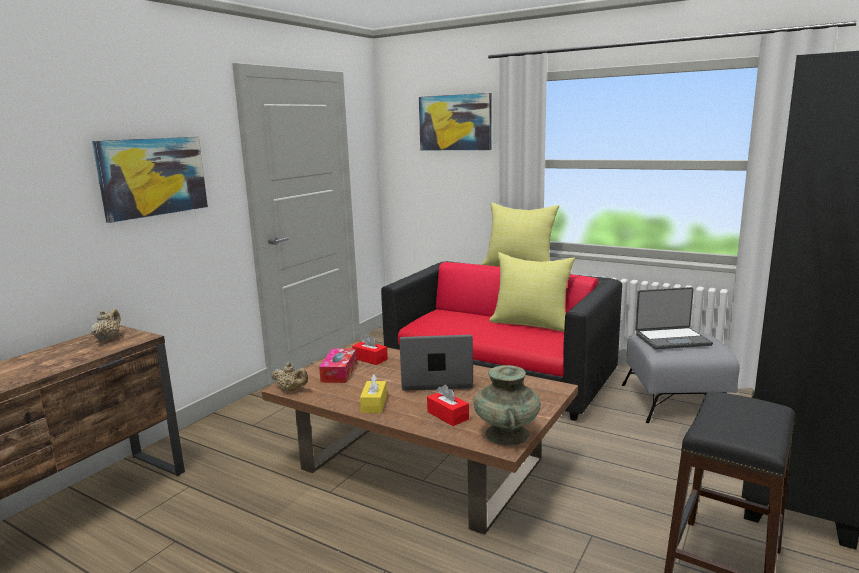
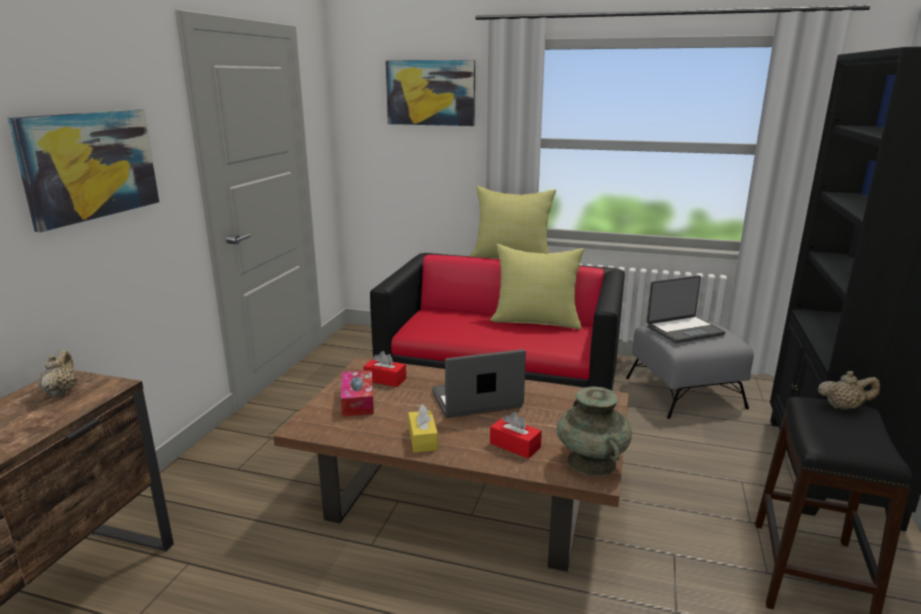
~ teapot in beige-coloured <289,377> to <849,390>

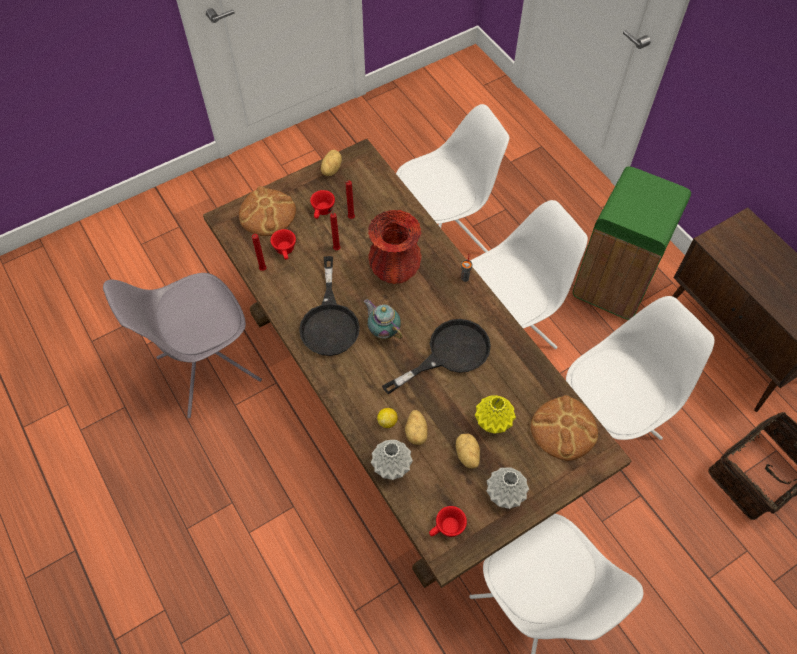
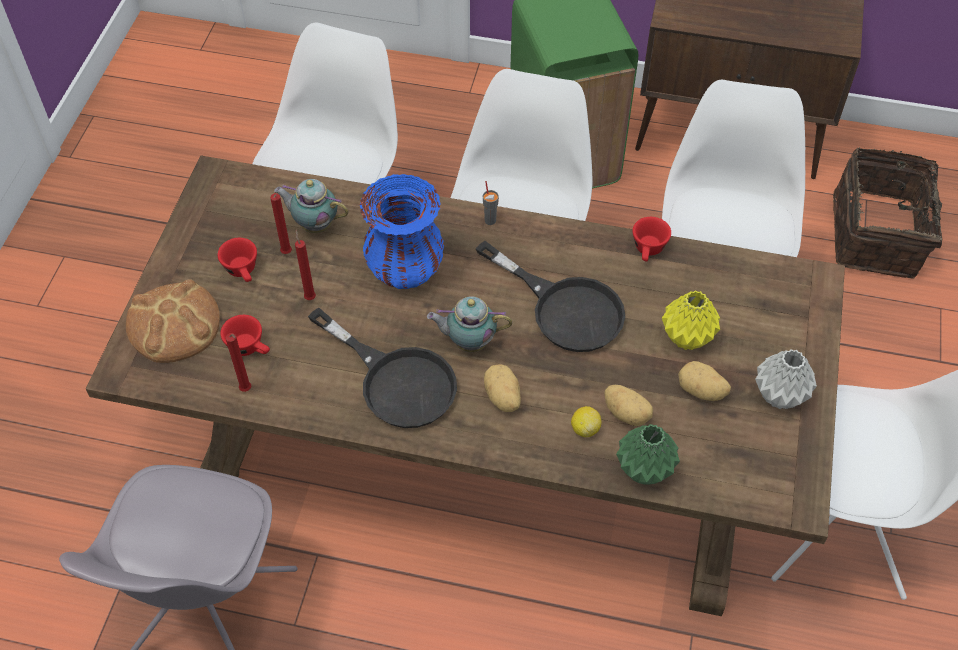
~ potato <331,163> to <502,388>
~ decorative vase in red <395,247> to decorative vase in bluish <402,231>
~ skillet in black <436,356> = <550,296> 120 degrees clockwise
- baked bread <564,428>
~ decorative vase in greyish <392,460> to decorative vase in green-coloured <648,454>
~ small cup in red <448,521> to <652,239>
+ teapot <311,206>

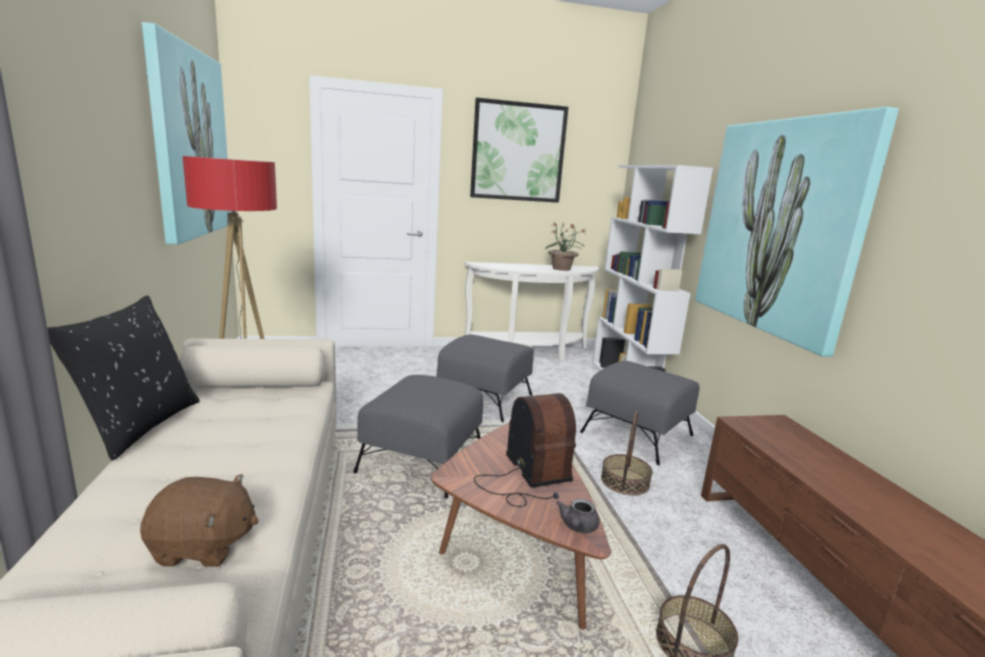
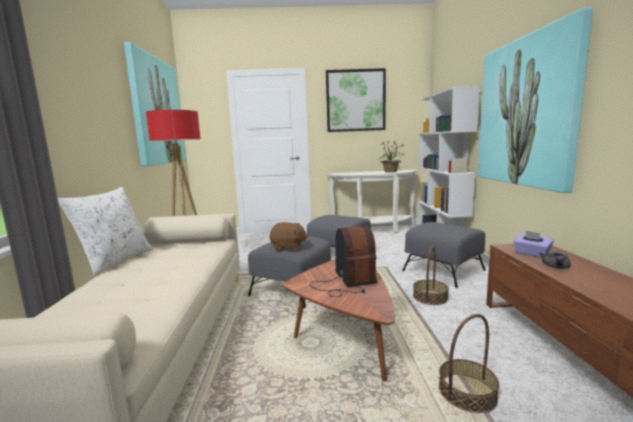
~ cushion in black <123,378> to cushion in white <105,231>
~ soft toy in brown <199,520> to <289,236>
~ teapot in greyish <577,516> to <555,260>
+ box of tissues in purple-coloured <533,244>

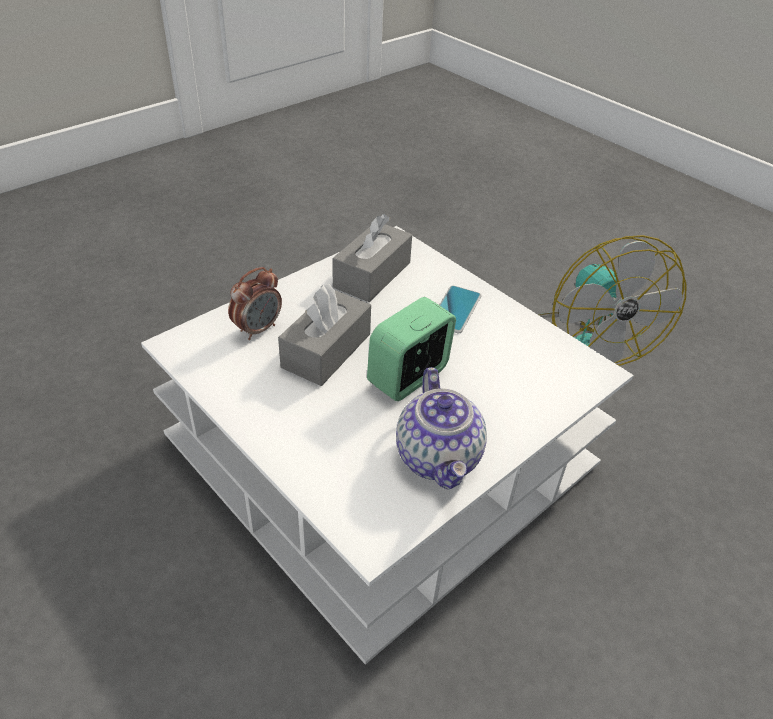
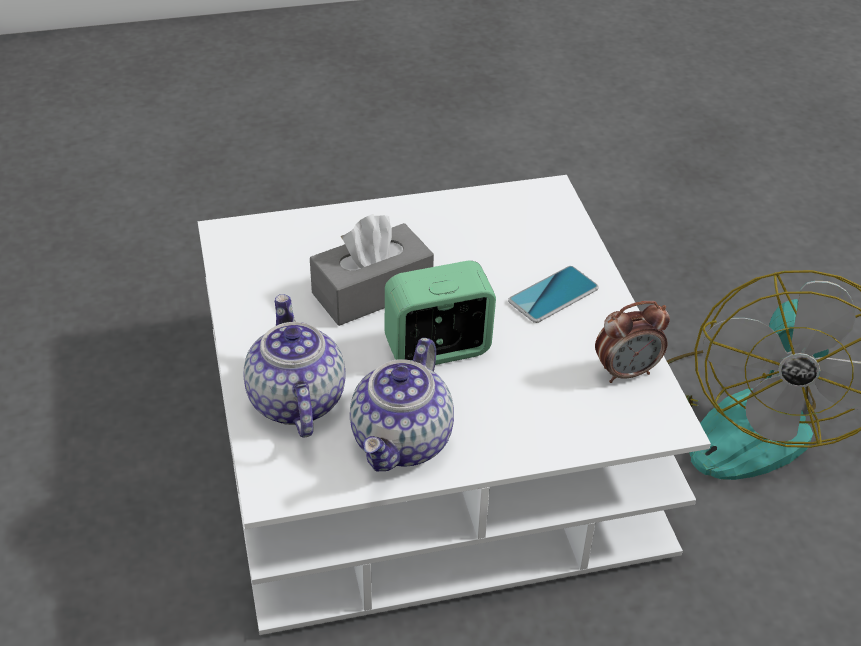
- box of tissues in greyish <372,258>
~ alarm clock <255,303> to <632,342>
+ teapot <295,366>

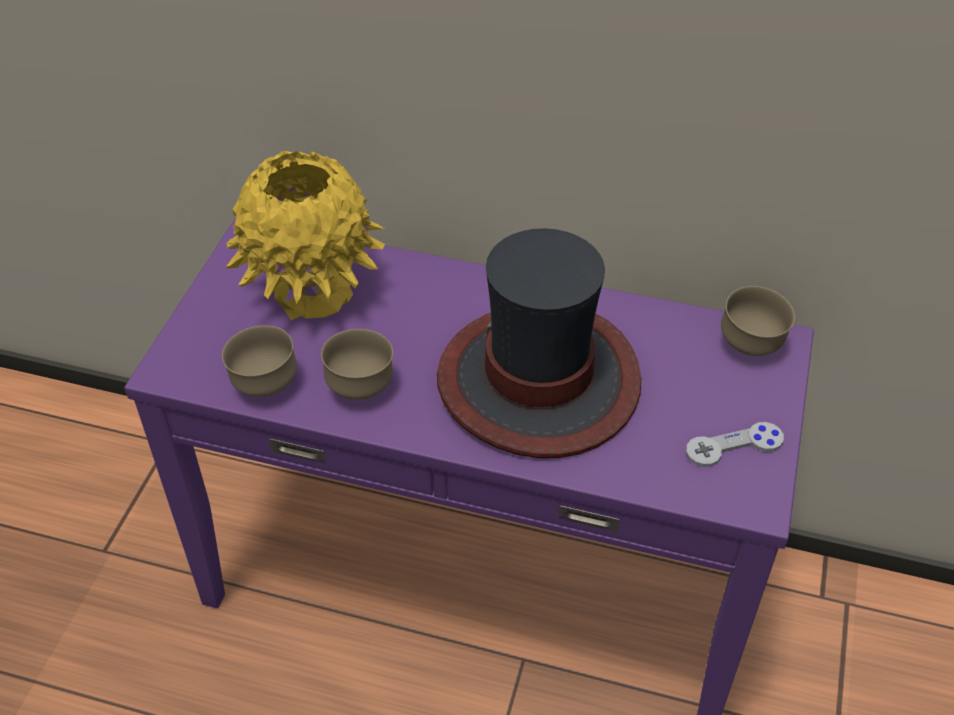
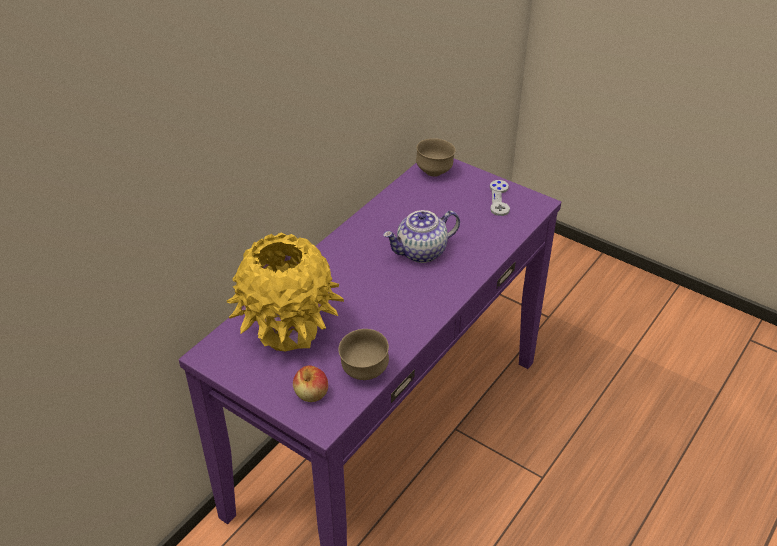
~ hat <539,343> to teapot <421,236>
- deep dish in brown <357,364>
+ whole apple <310,383>

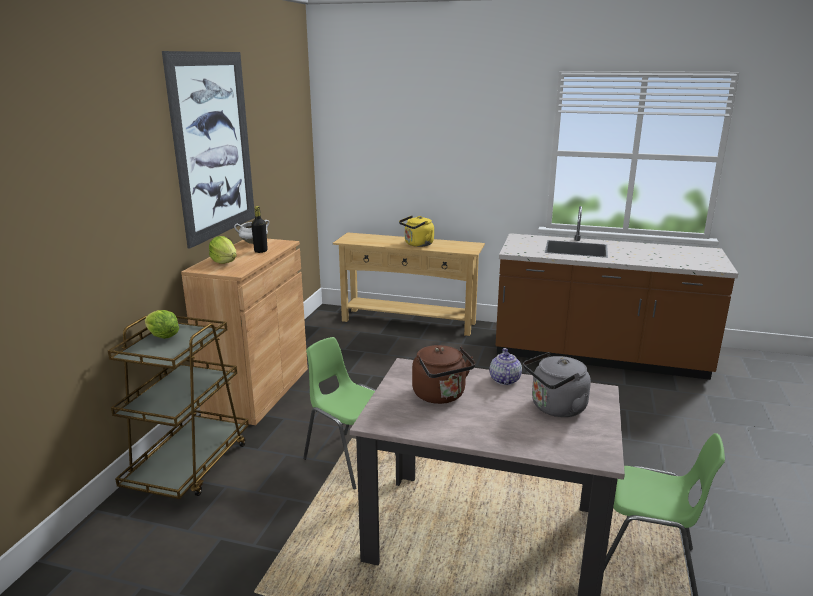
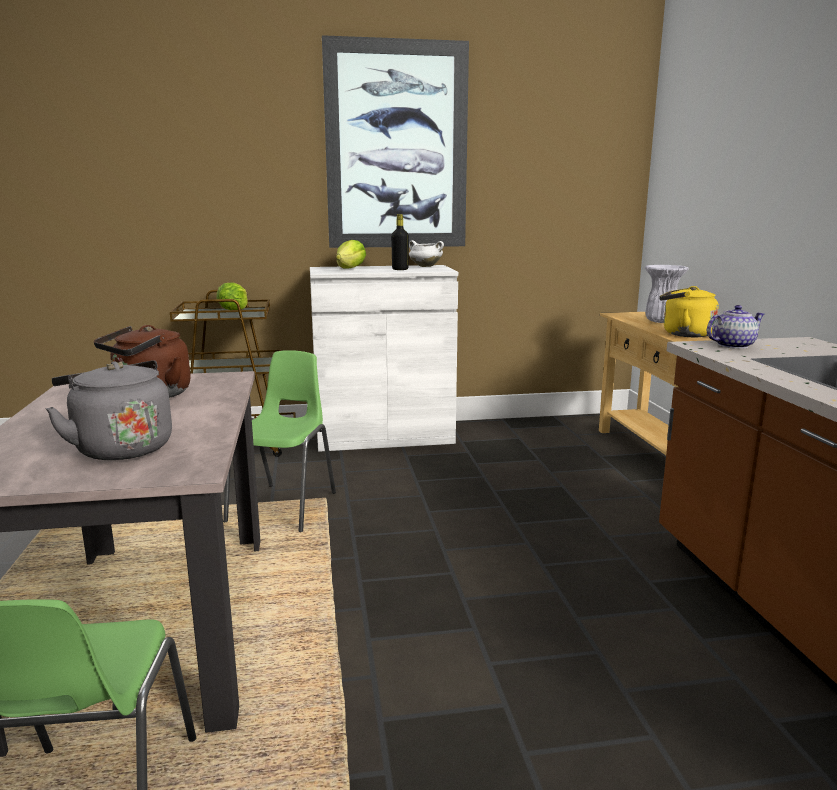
~ storage cabinet in brown <244,332> to storage cabinet in white <384,358>
~ teapot <506,366> to <735,327>
+ decorative vase in white <667,294>

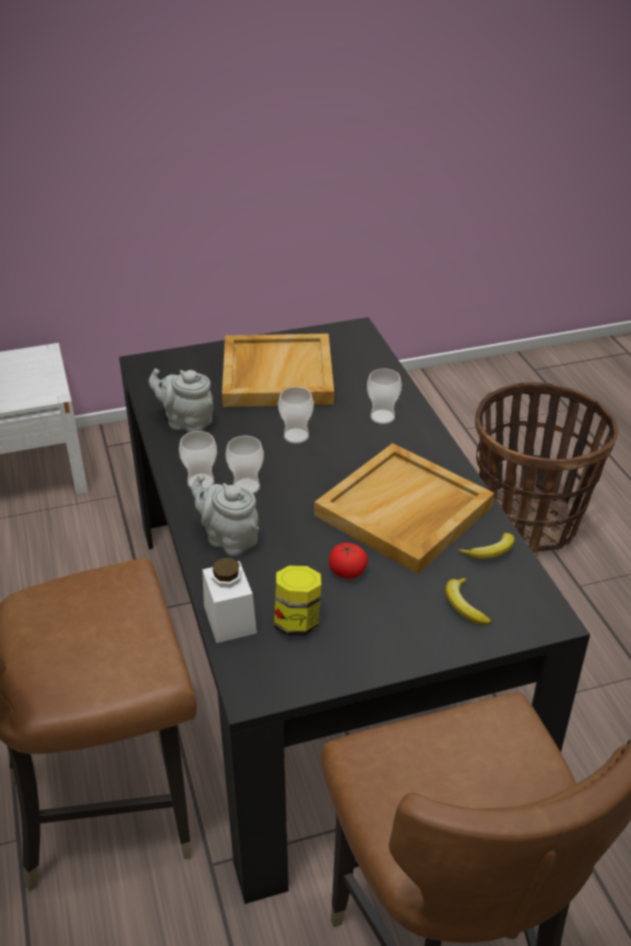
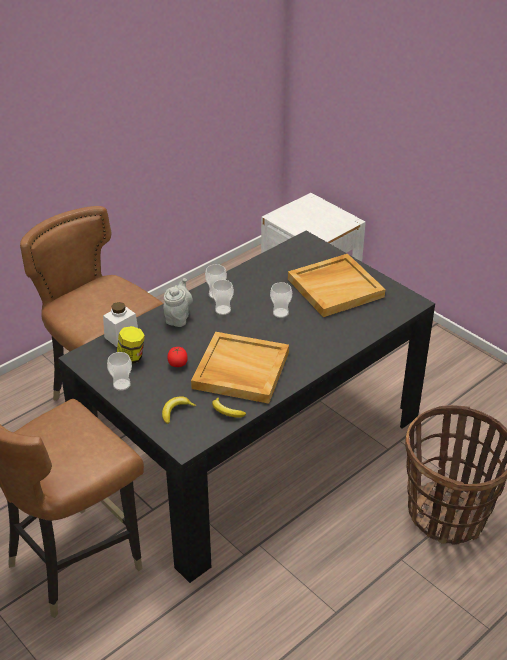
- teapot in greyish <181,401>
~ small cup <384,396> to <119,371>

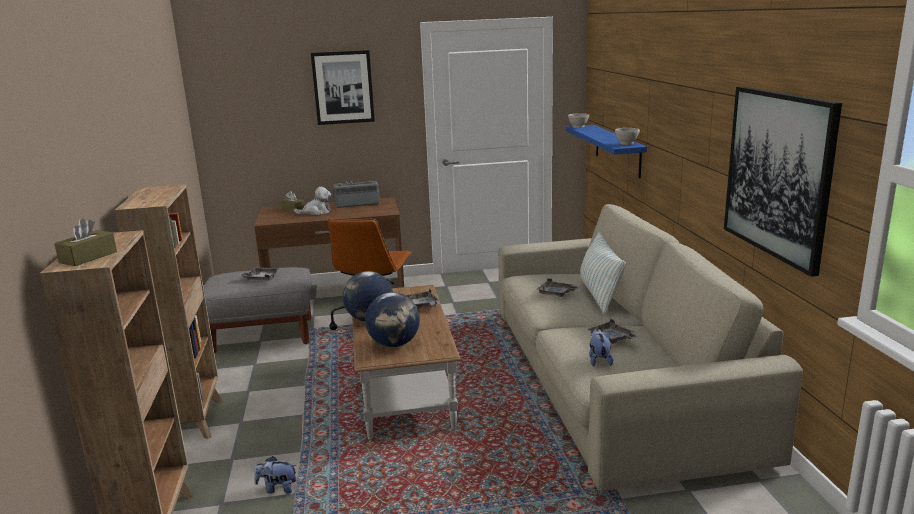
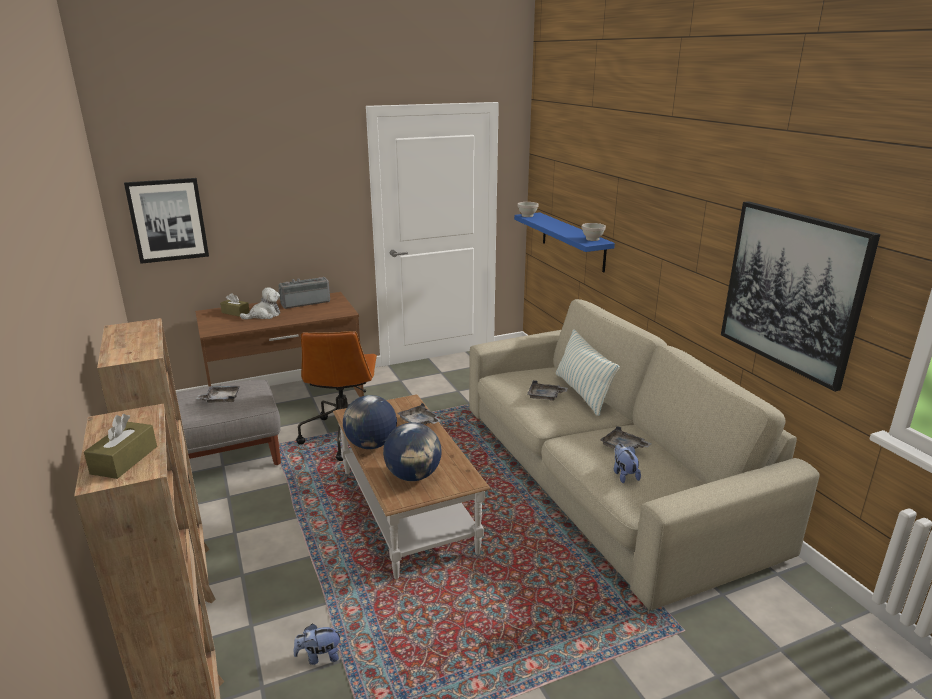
~ wall picture <343,87> to <166,221>

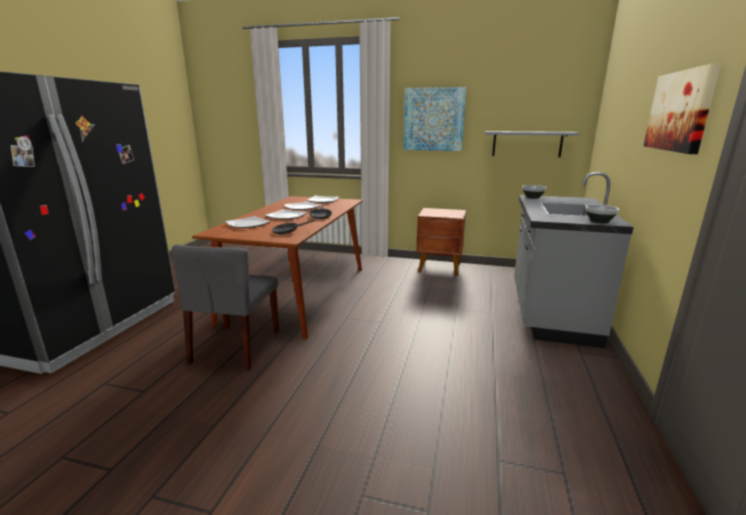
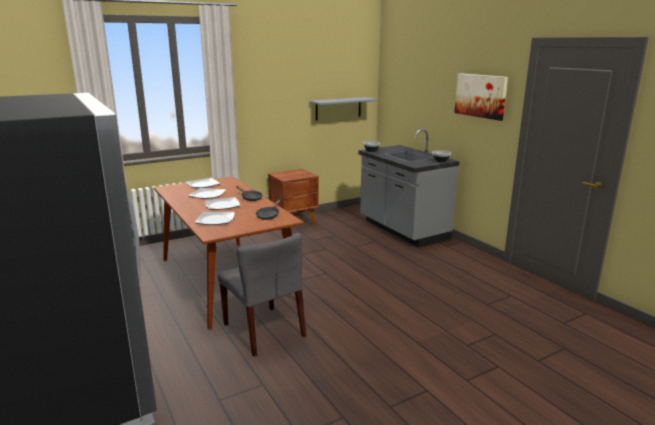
- wall picture <435,119>

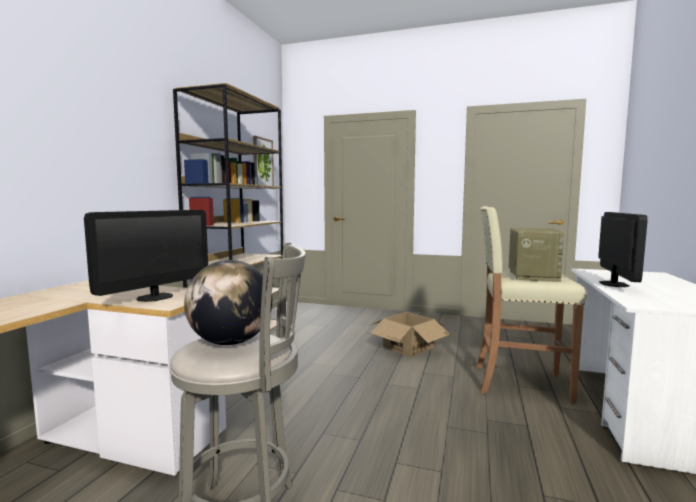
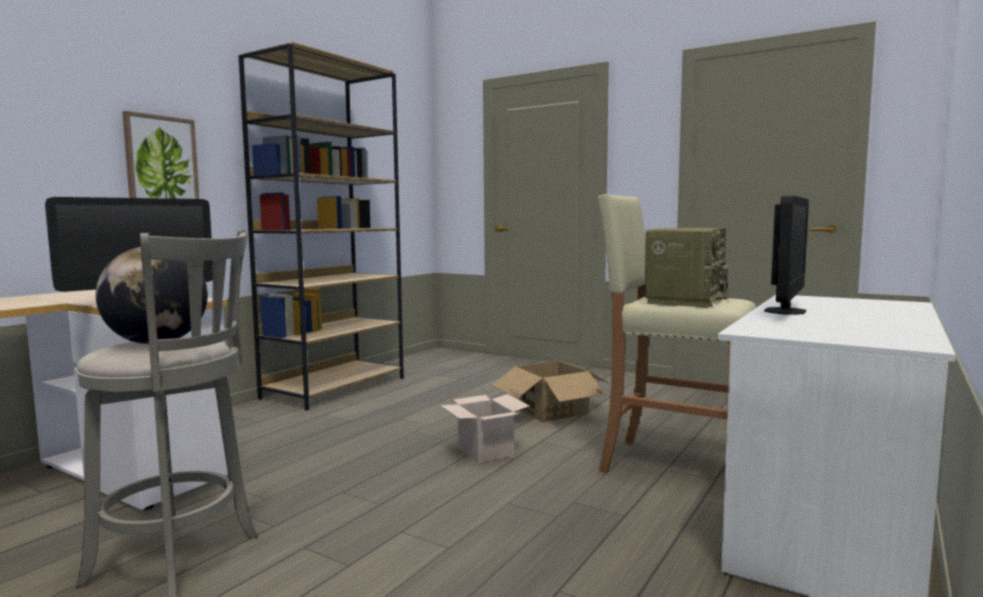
~ wall picture <263,161> to <160,155>
+ cardboard box <485,428>

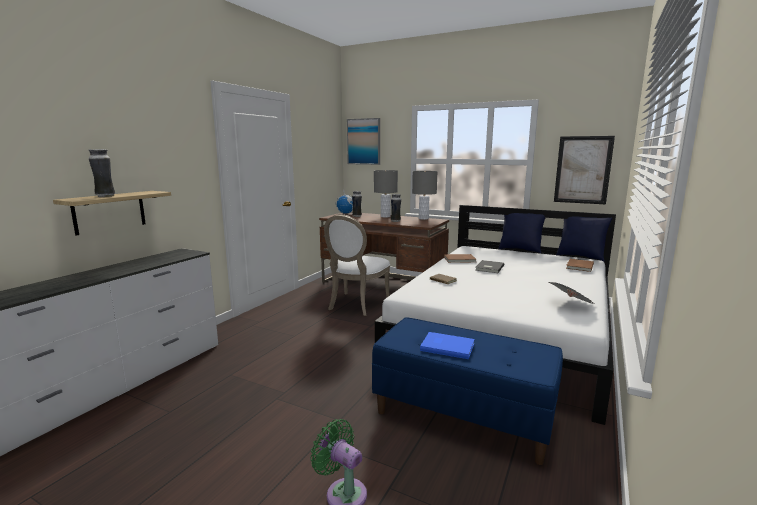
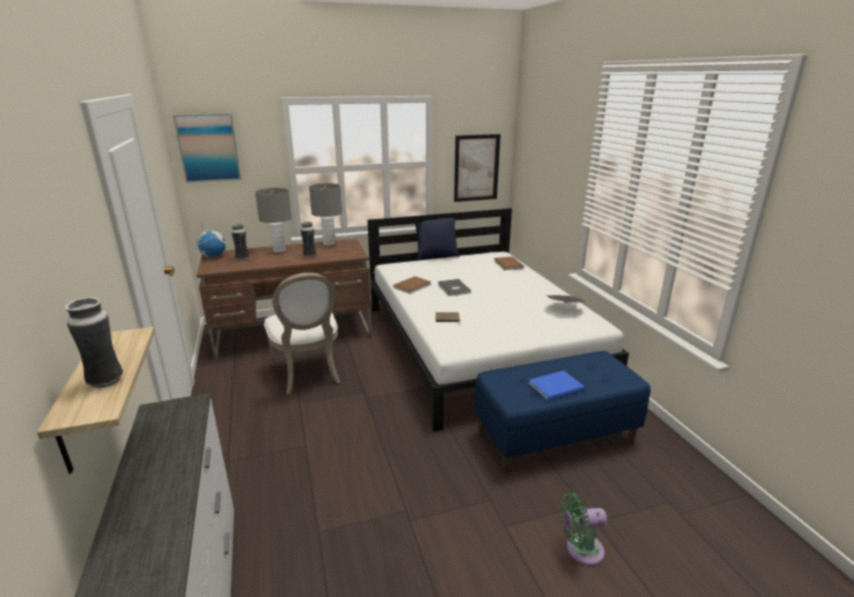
- cushion in bluish <584,239>

